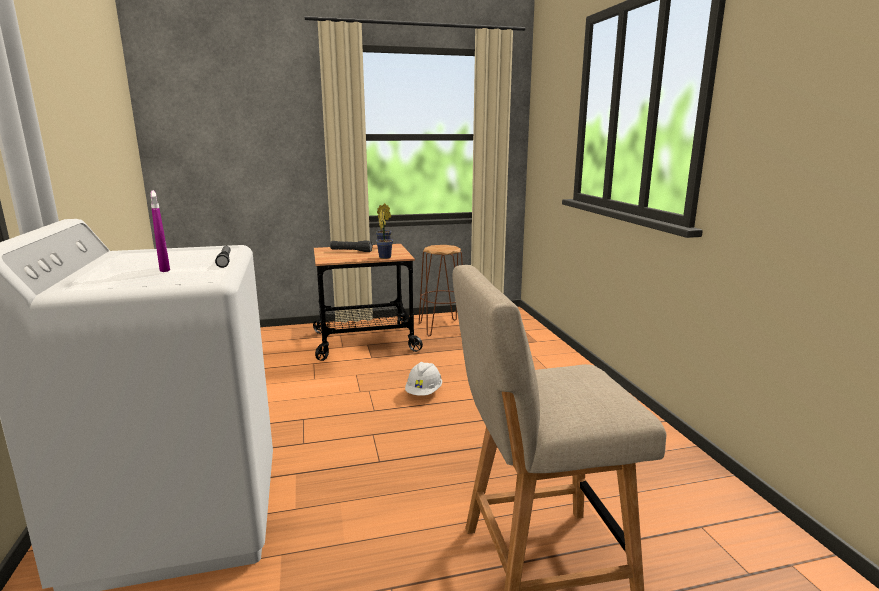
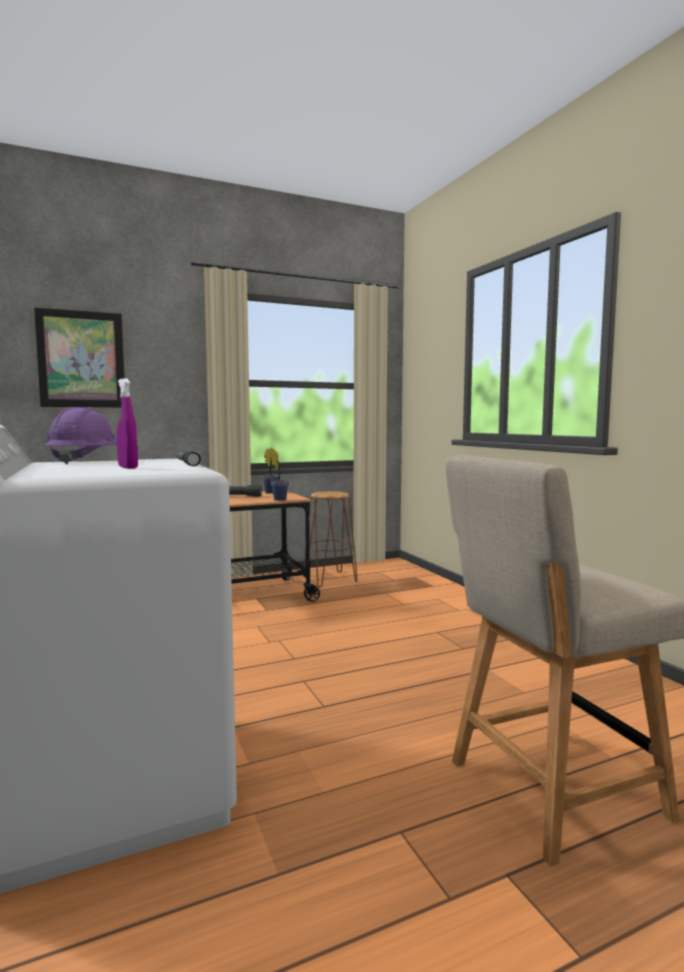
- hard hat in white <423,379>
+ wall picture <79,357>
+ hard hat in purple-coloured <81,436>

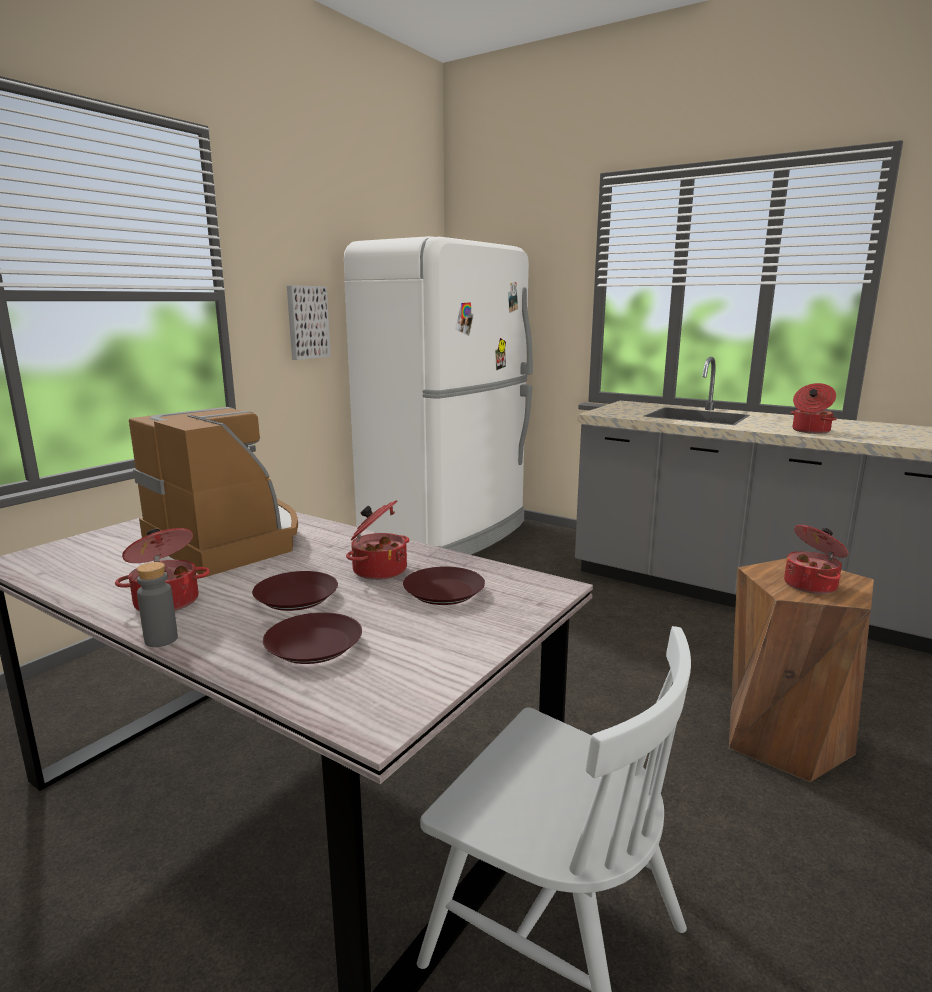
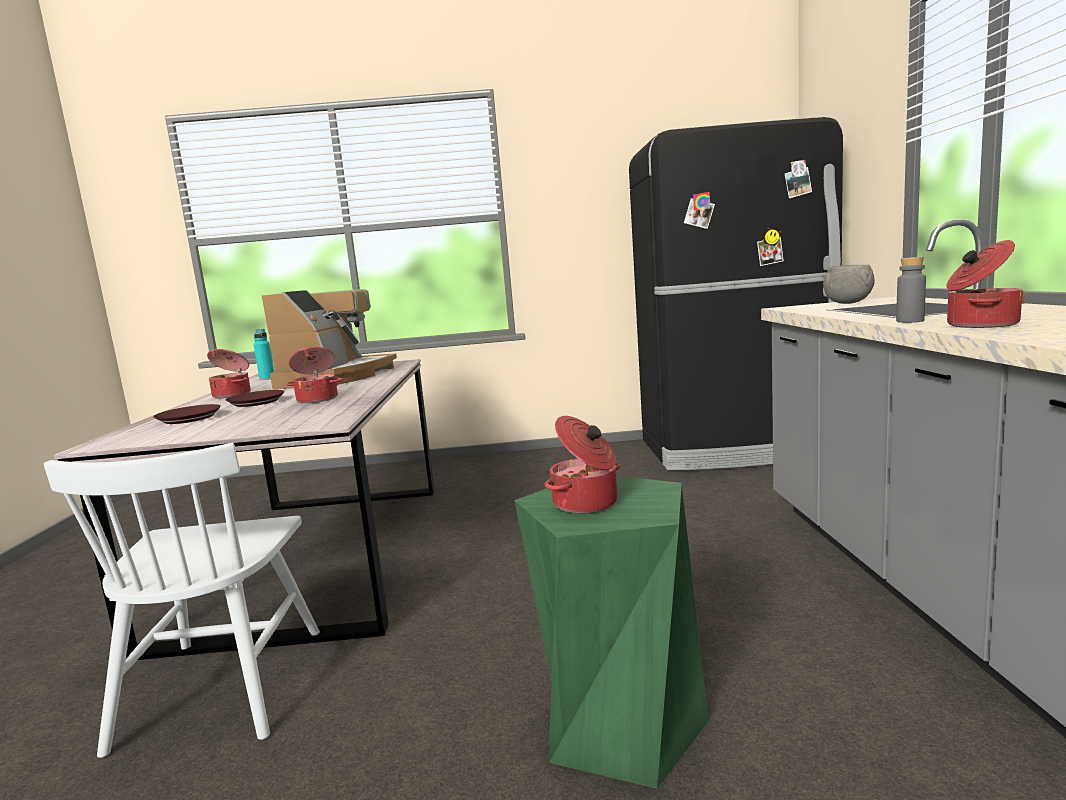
~ fridge in white <438,395> to fridge in black <736,293>
- wall picture <309,322>
~ stool in brown <801,670> to stool in green-coloured <611,632>
~ beverage bottle in greyish <157,604> to <911,290>
- flat dish in brown <444,585>
+ deep dish in greyish <849,284>
+ beverage bottle in turquoise <264,354>

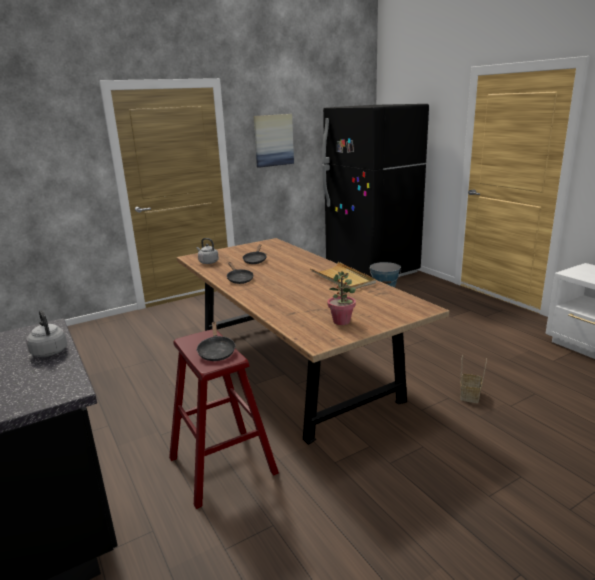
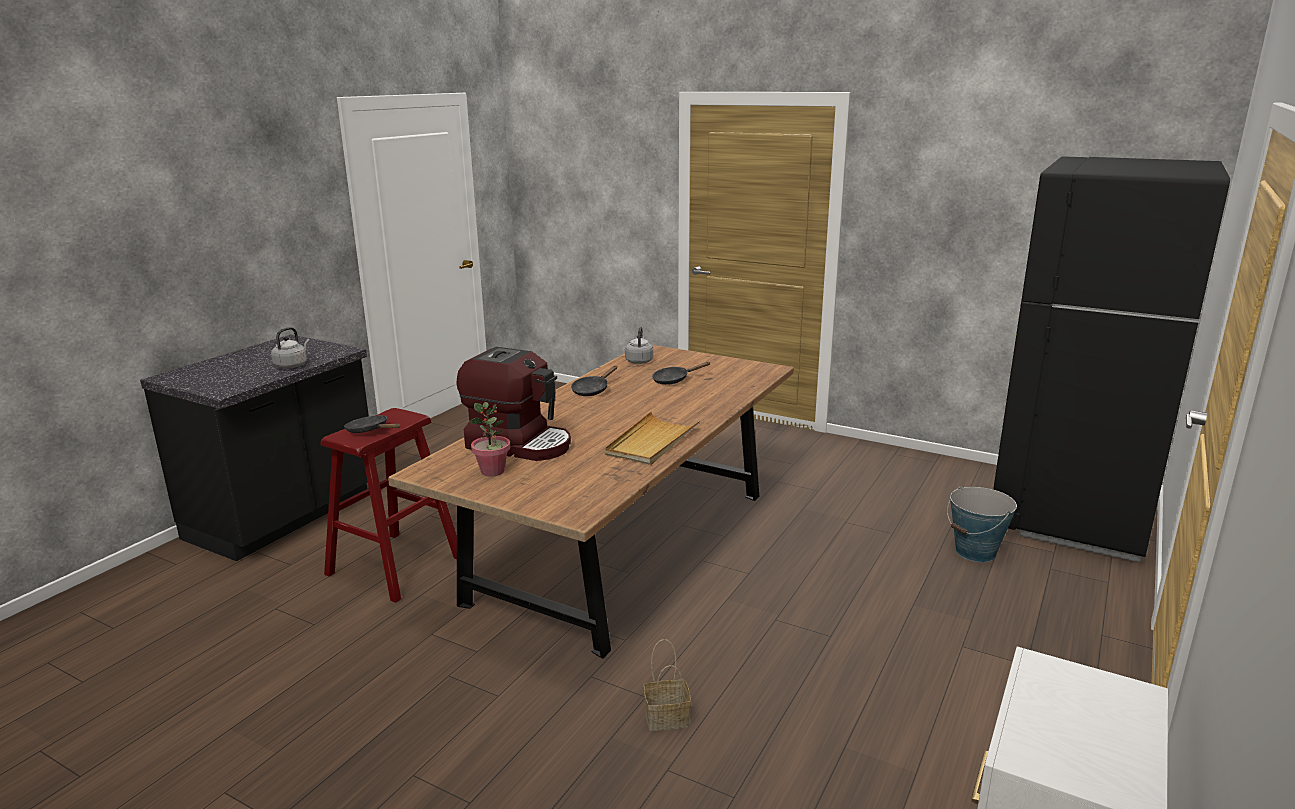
- wall picture <273,141>
~ skillet in black <216,341> = <372,424> 75 degrees clockwise
+ coffee machine <514,404>

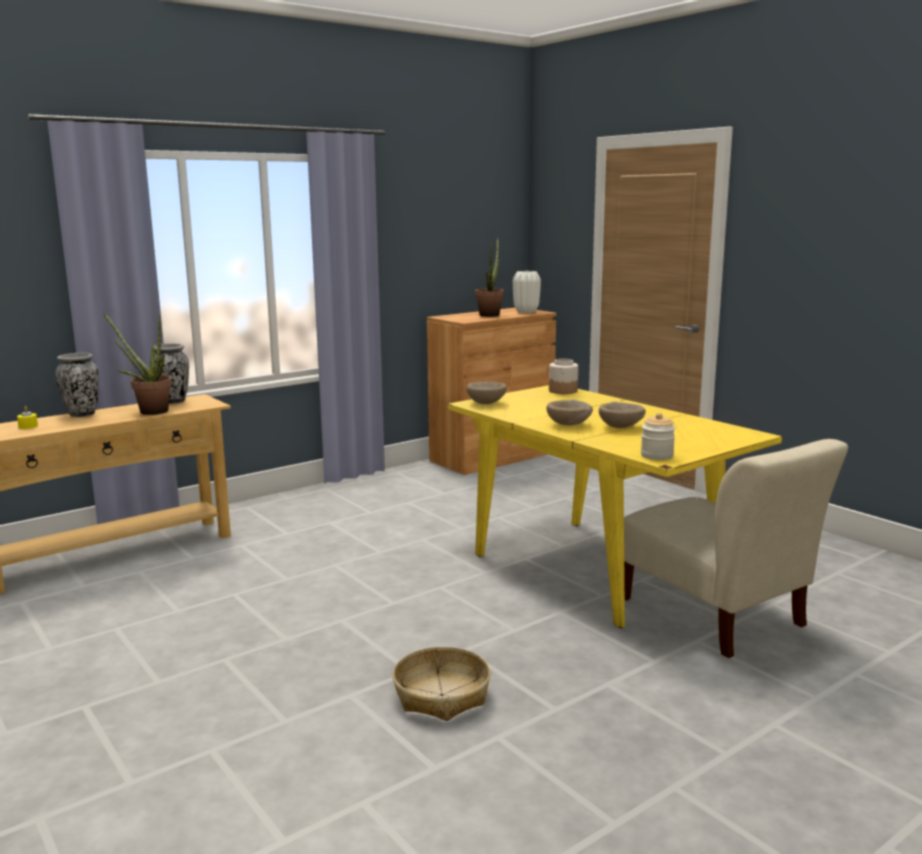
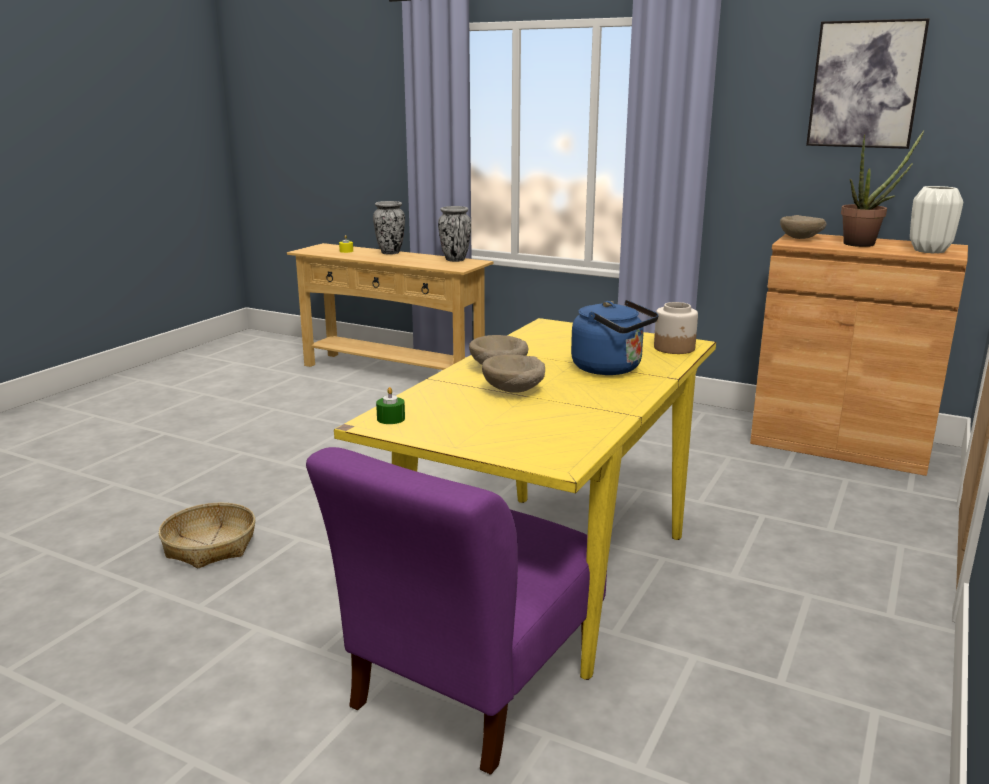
- houseplant <137,363>
~ deep dish in beige-coloured <486,393> to <803,227>
~ storage jar <658,436> to wax light in green-coloured <390,405>
~ upright chair in beige-coloured <736,548> to upright chair in purple-coloured <456,610>
+ wall picture <868,83>
+ kettle in bluish <615,337>

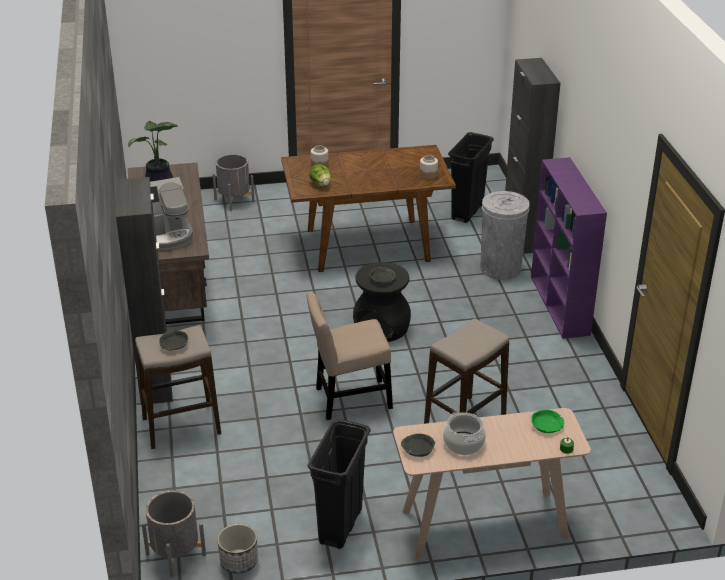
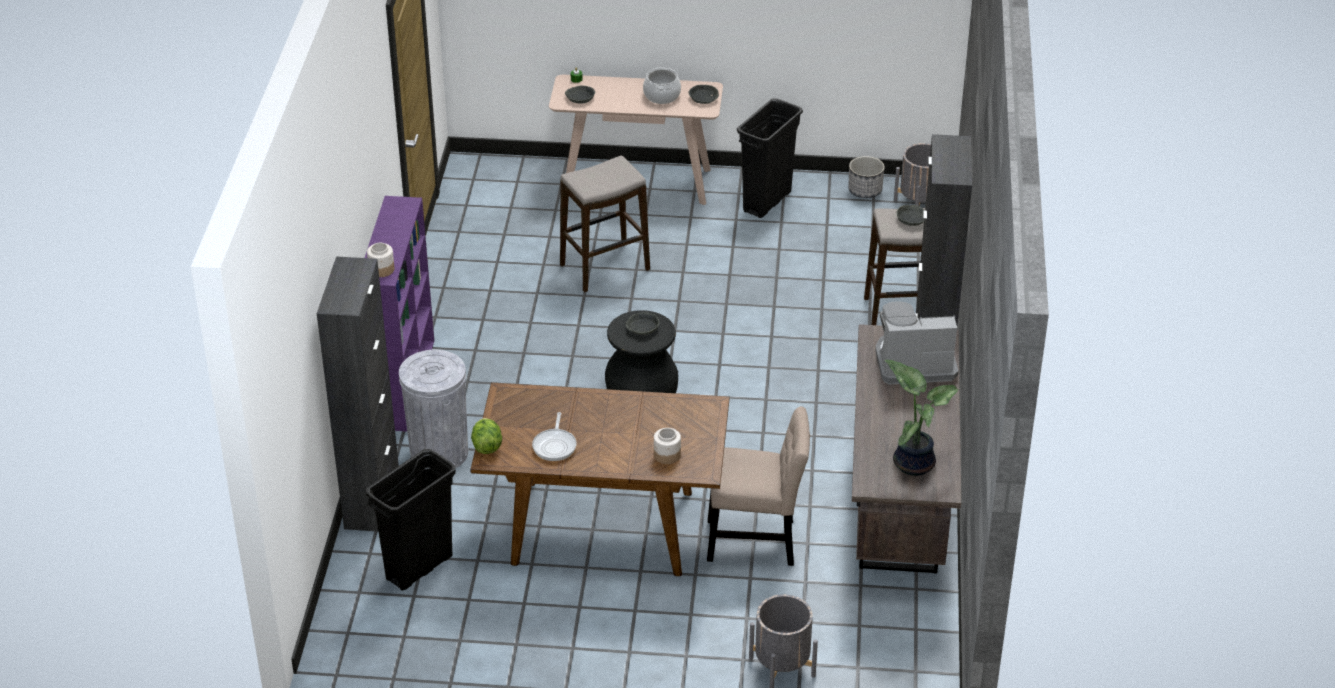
~ storage jar <429,167> to <380,260>
~ lettuce head <320,175> to <486,436>
~ upright chair in beige-coloured <350,356> to <758,486>
~ deep dish in green-coloured <547,421> to deep dish in greyish <580,95>
+ skillet <554,436>

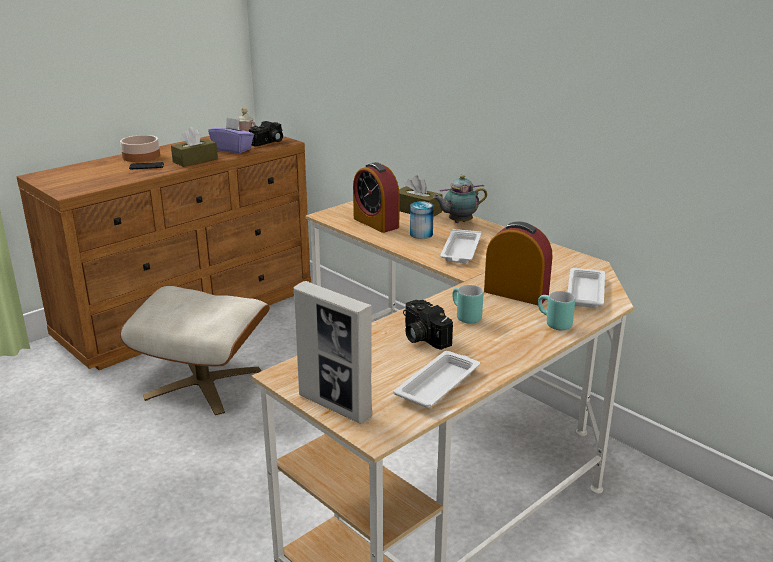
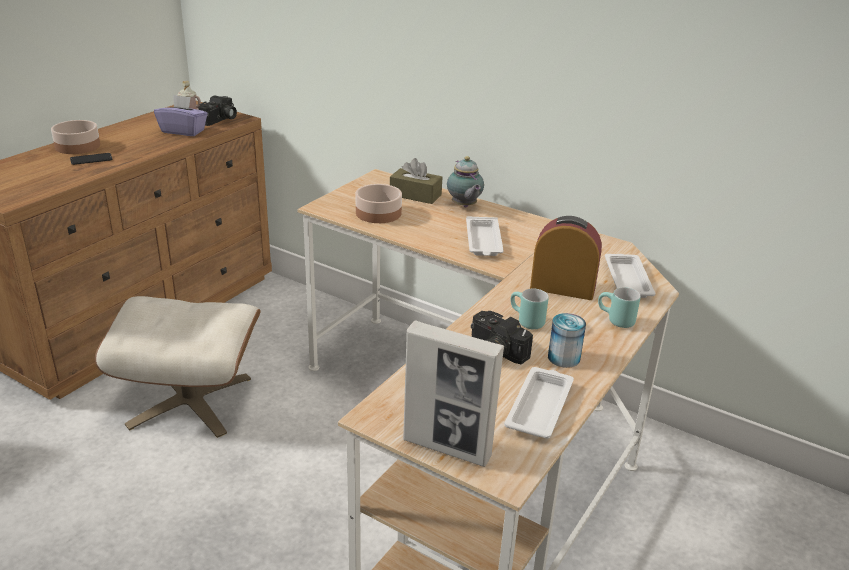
- box of tissues in brown <194,147>
~ alarm clock <376,197> to deep dish <378,203>
~ teapot <460,199> = <465,182> 75 degrees counterclockwise
~ can <422,220> to <567,340>

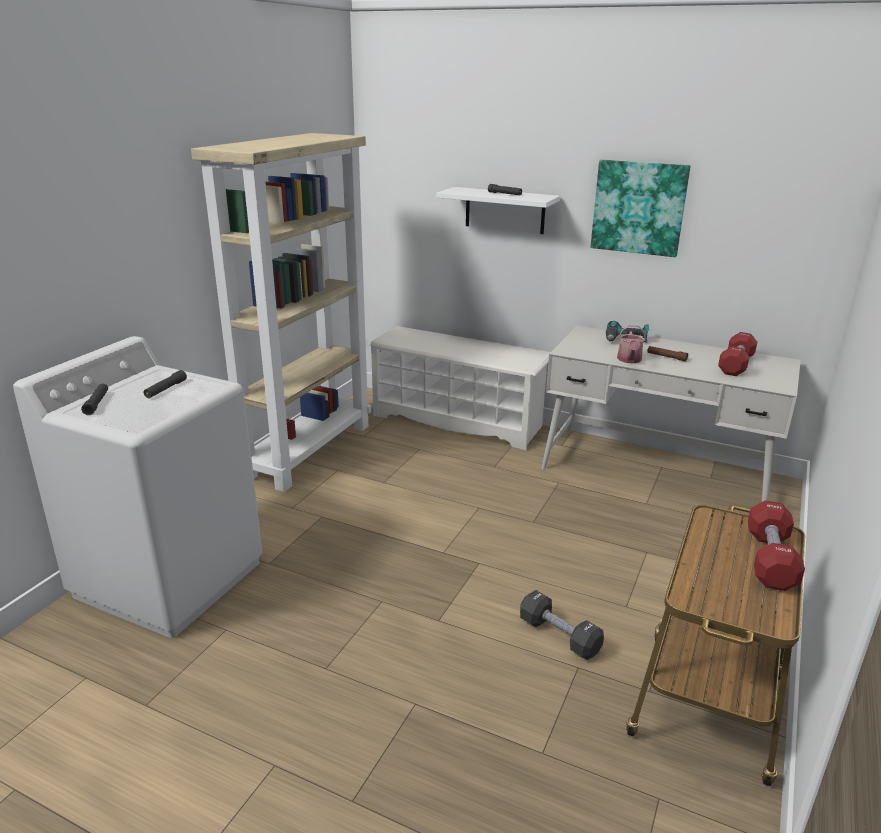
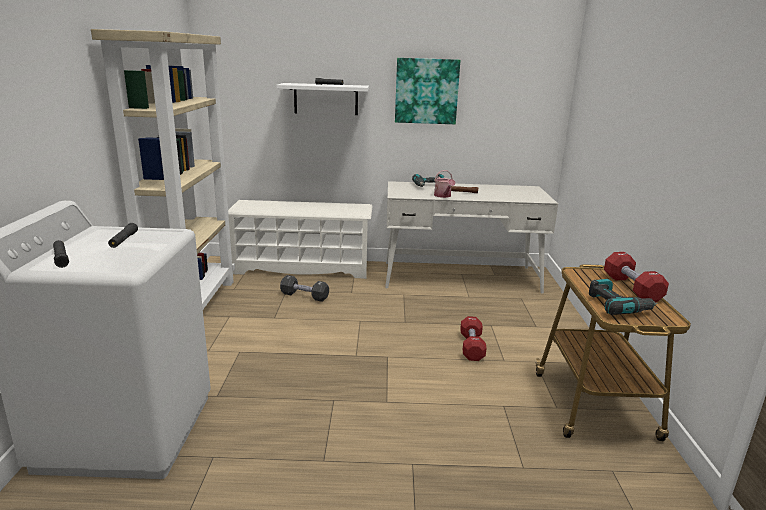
~ hand weight in red <737,354> to <473,338>
~ hand weight in black <562,625> to <304,288>
+ power drill <623,297>

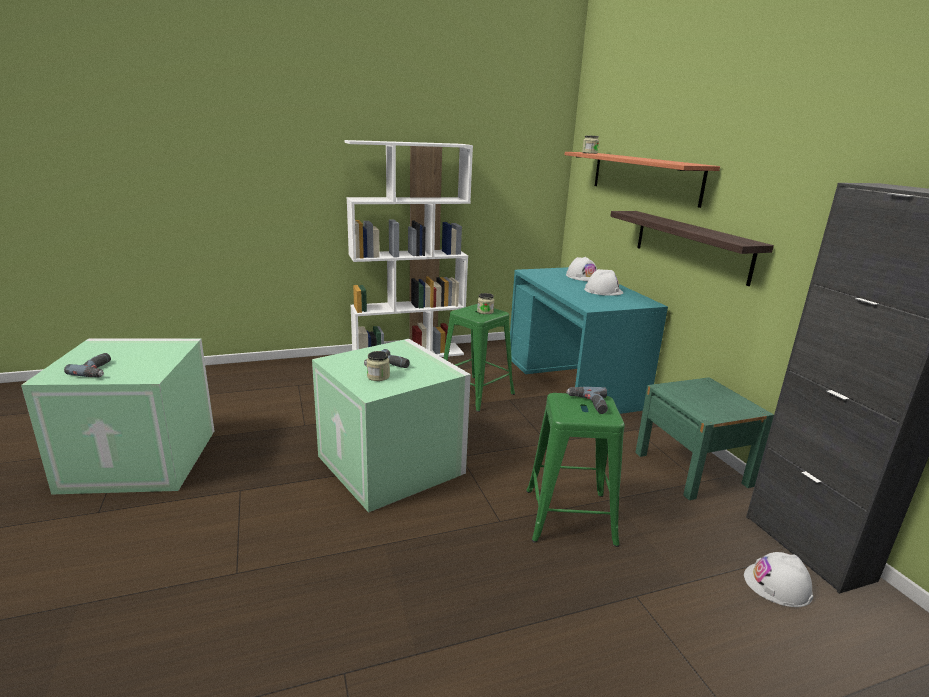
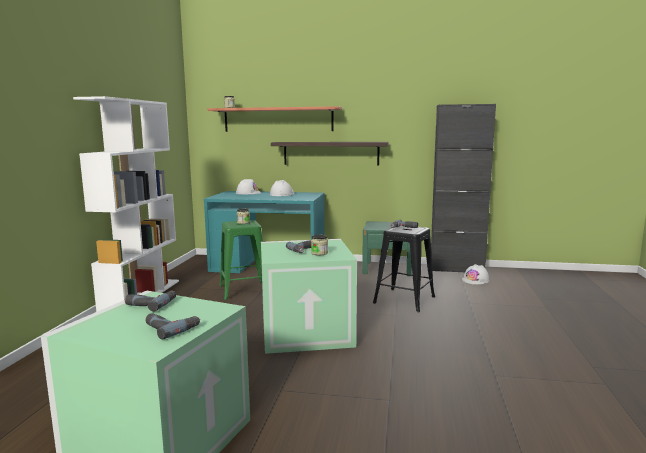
~ stool in green-coloured <575,470> to stool in black <404,269>
+ power drill <150,301>

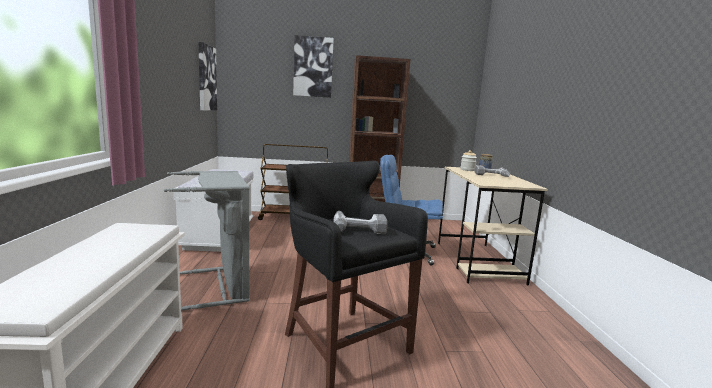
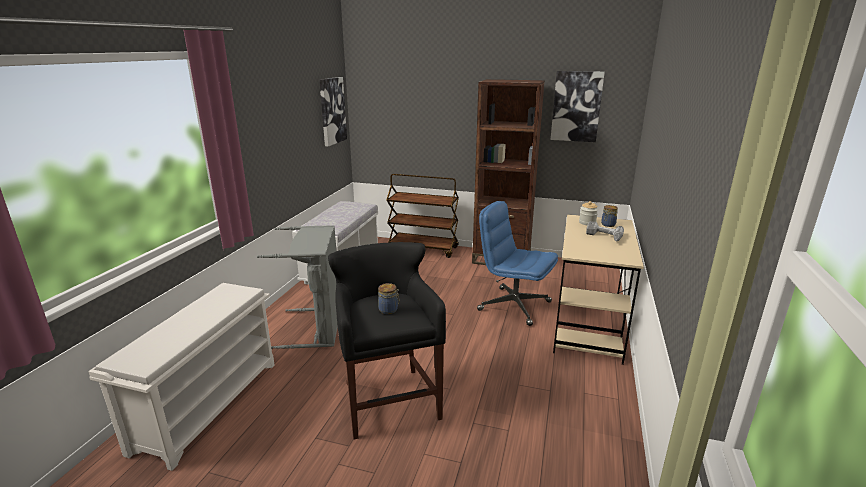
~ wall picture <313,66> to <578,106>
~ power drill <360,222> to storage jar <389,298>

